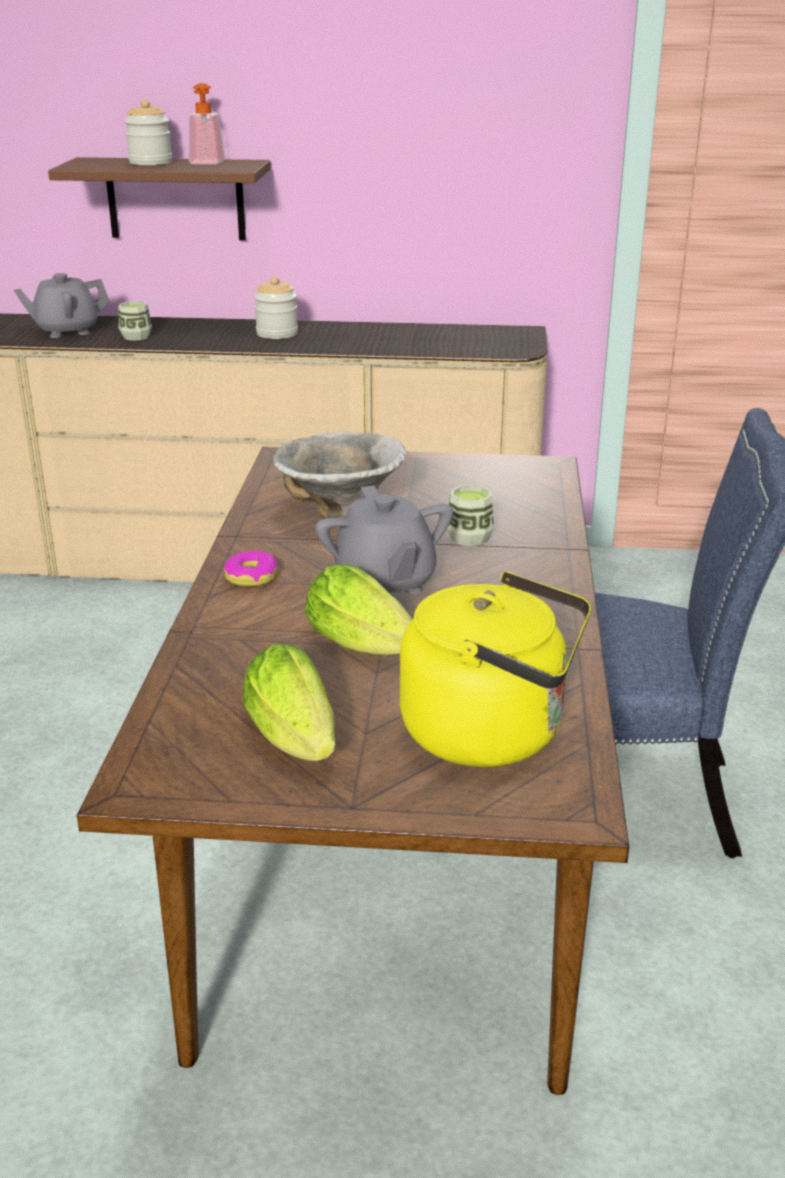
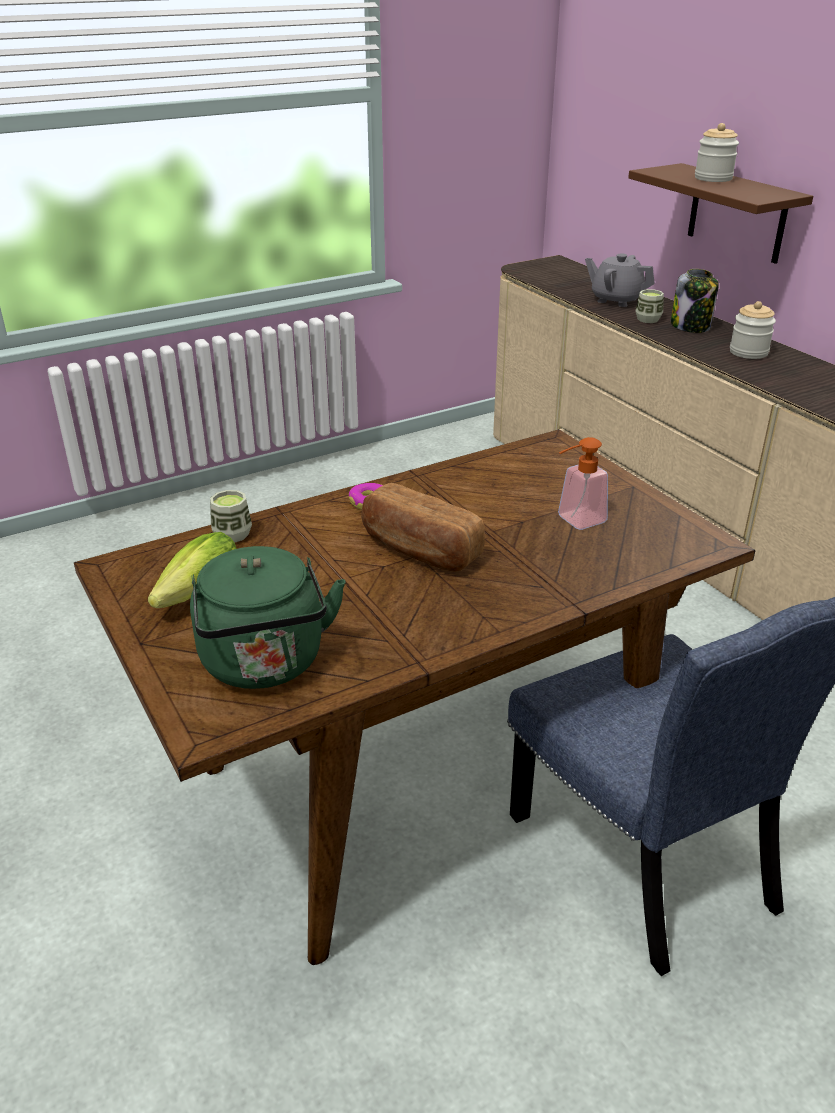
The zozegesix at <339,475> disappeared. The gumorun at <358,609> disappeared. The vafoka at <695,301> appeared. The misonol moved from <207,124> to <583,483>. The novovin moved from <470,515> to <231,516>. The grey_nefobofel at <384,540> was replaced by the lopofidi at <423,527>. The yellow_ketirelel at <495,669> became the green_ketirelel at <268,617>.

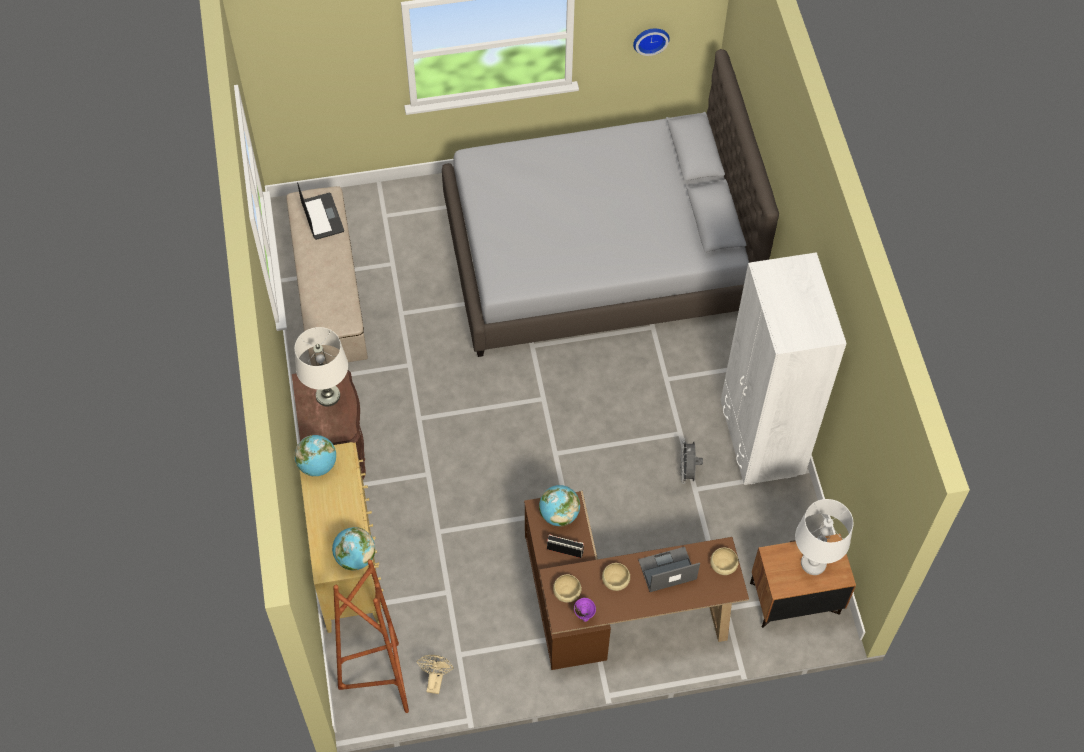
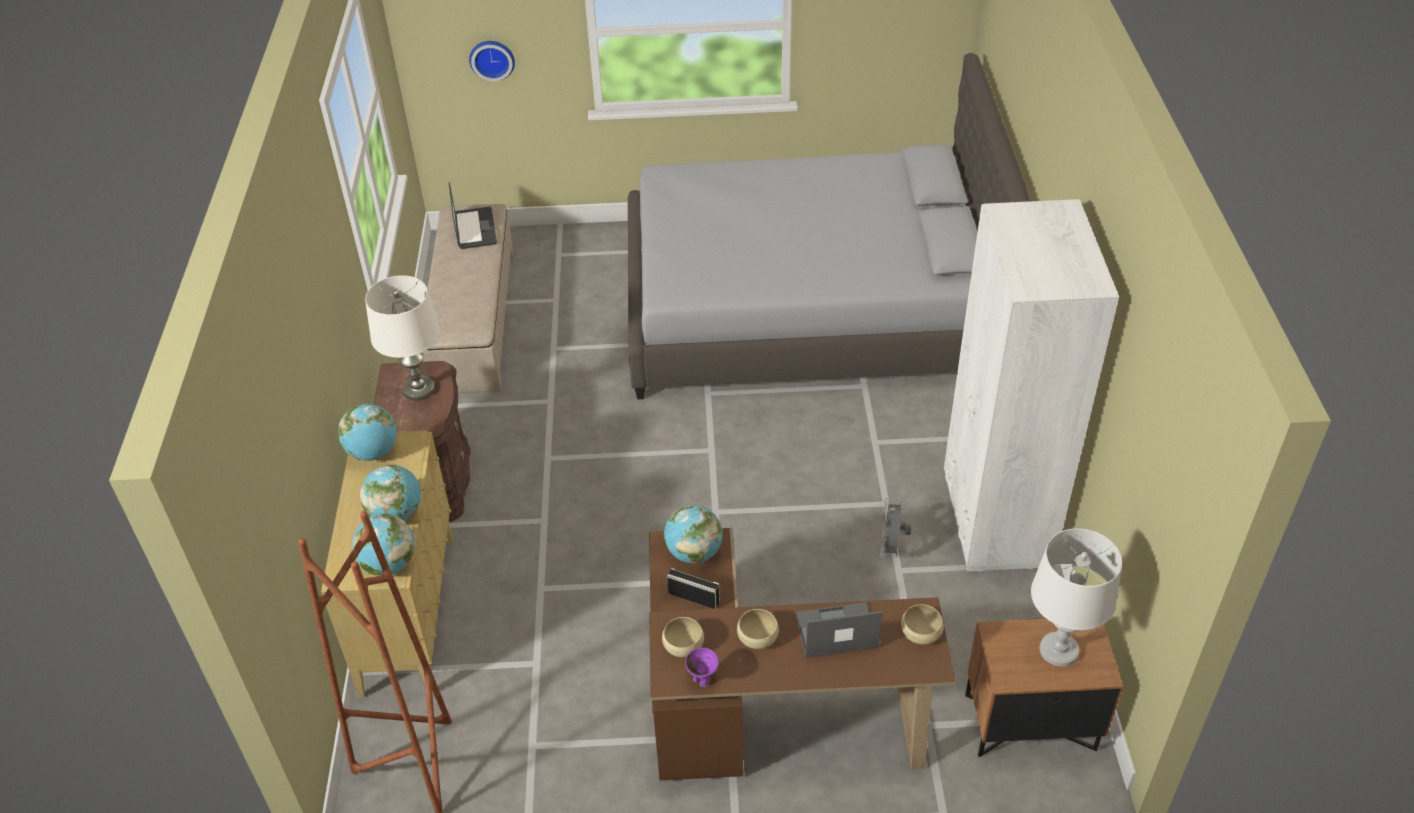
The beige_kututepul at <435,674> disappeared. The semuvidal at <390,492> appeared. The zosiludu moved from <651,42> to <492,61>.

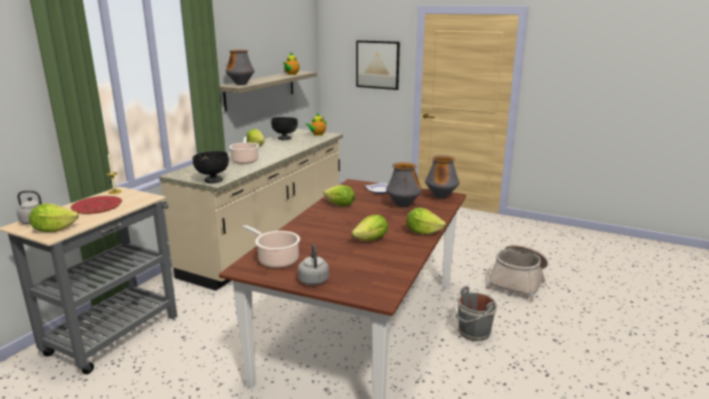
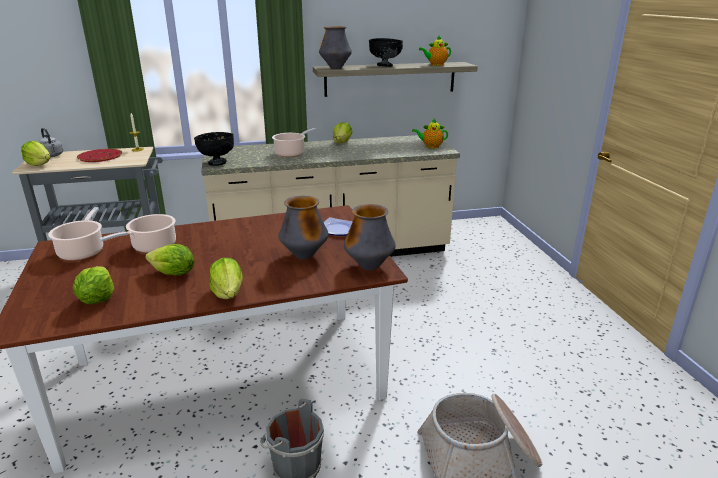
The grey_ketirelel at <313,264> disappeared. The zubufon at <378,65> disappeared. The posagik at <137,233> appeared. The black_zozegesix moved from <284,128> to <386,52>. The gumorun moved from <339,195> to <93,285>.

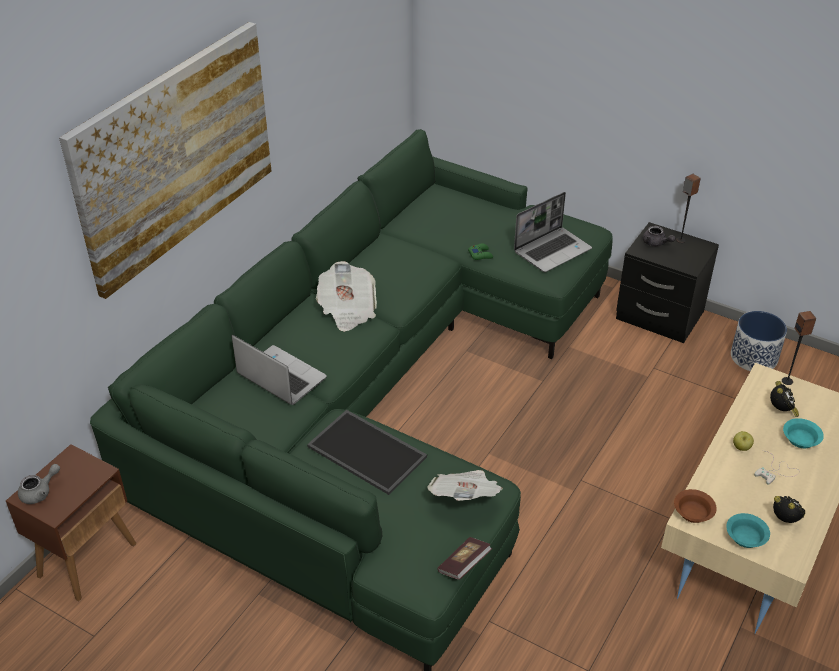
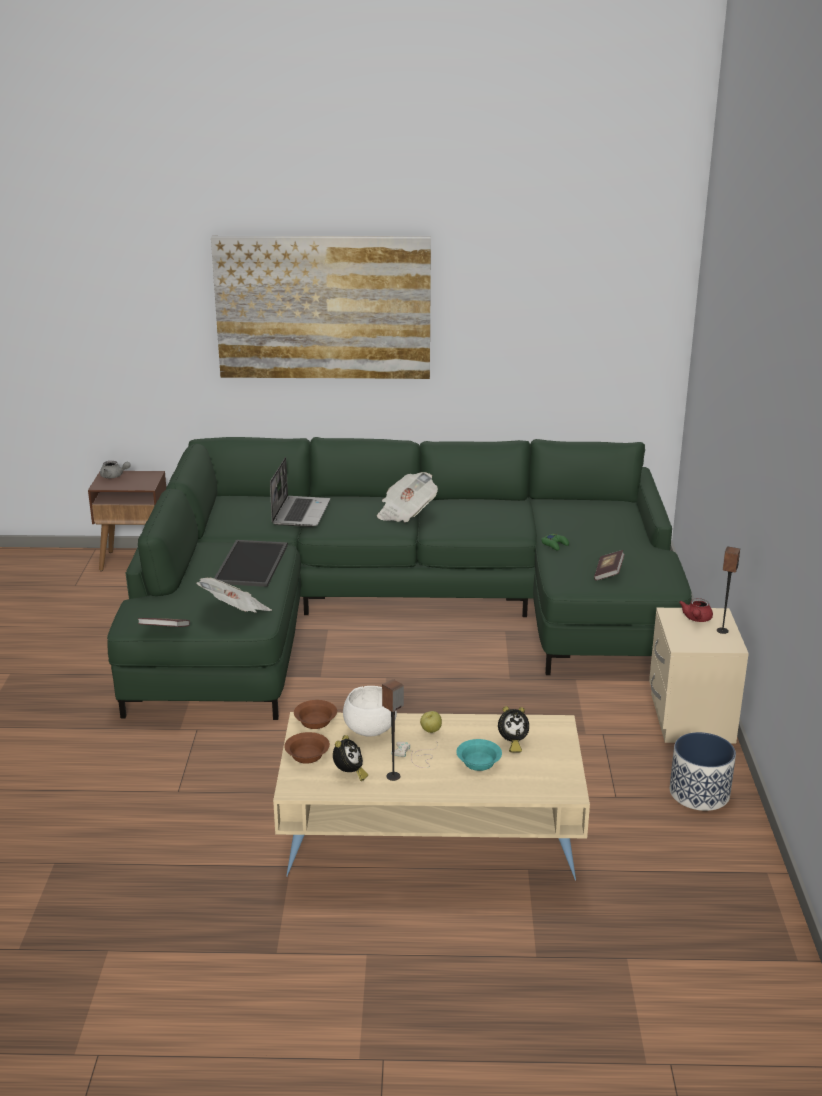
The white_zozegesix at <370,711> appeared. The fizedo moved from <799,348> to <393,730>. The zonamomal at <553,232> was replaced by the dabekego at <609,565>. The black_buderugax at <667,282> became the beige_buderugax at <699,676>. The grey_nefobofel at <659,236> became the red_nefobofel at <696,610>. The turquoise_zozegesix at <748,530> became the brown_zozegesix at <307,748>.

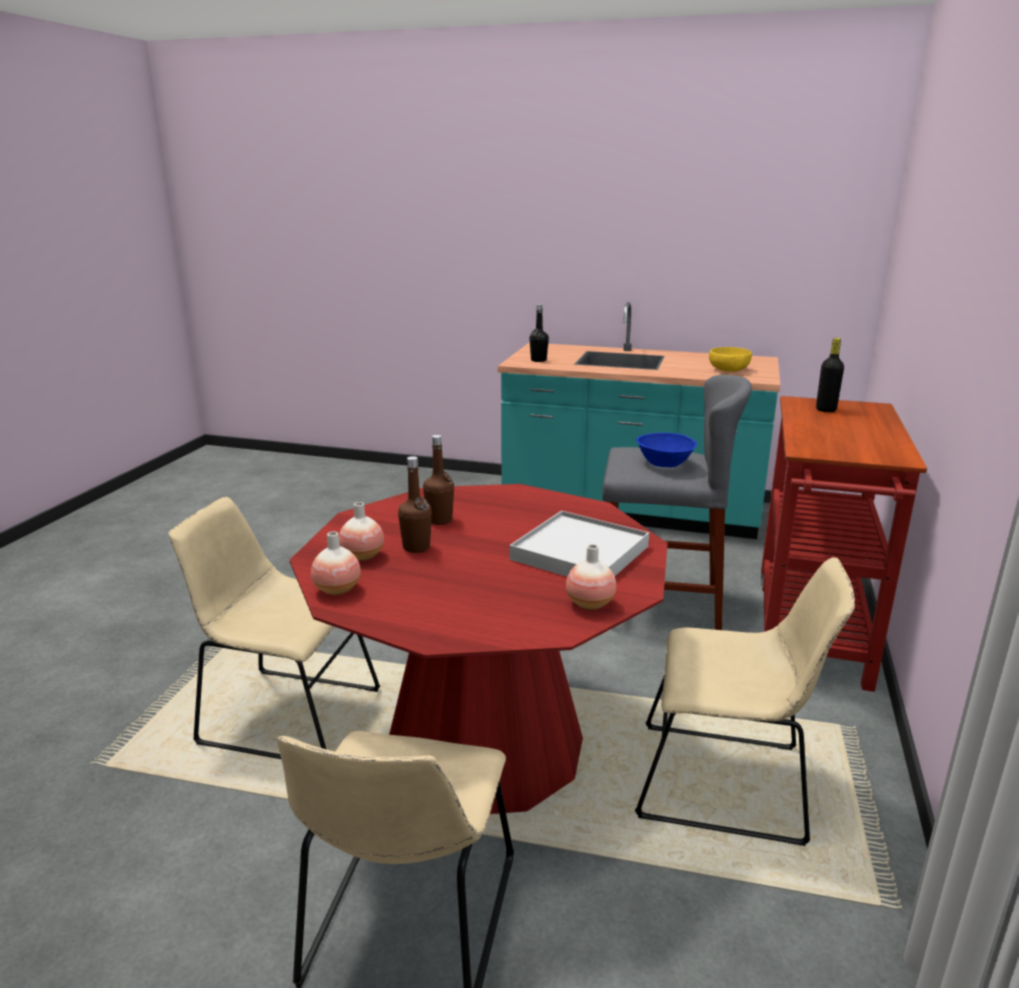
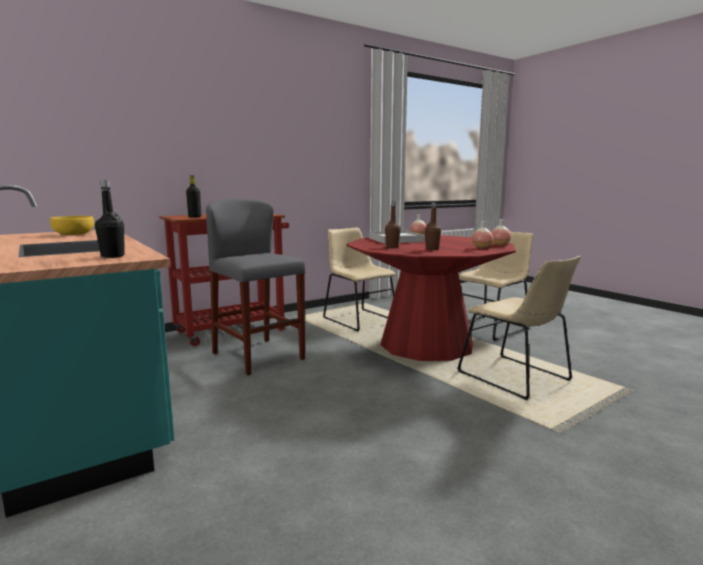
The blue_zozegesix at <666,450> disappeared. The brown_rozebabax moved from <415,504> to <393,225>.

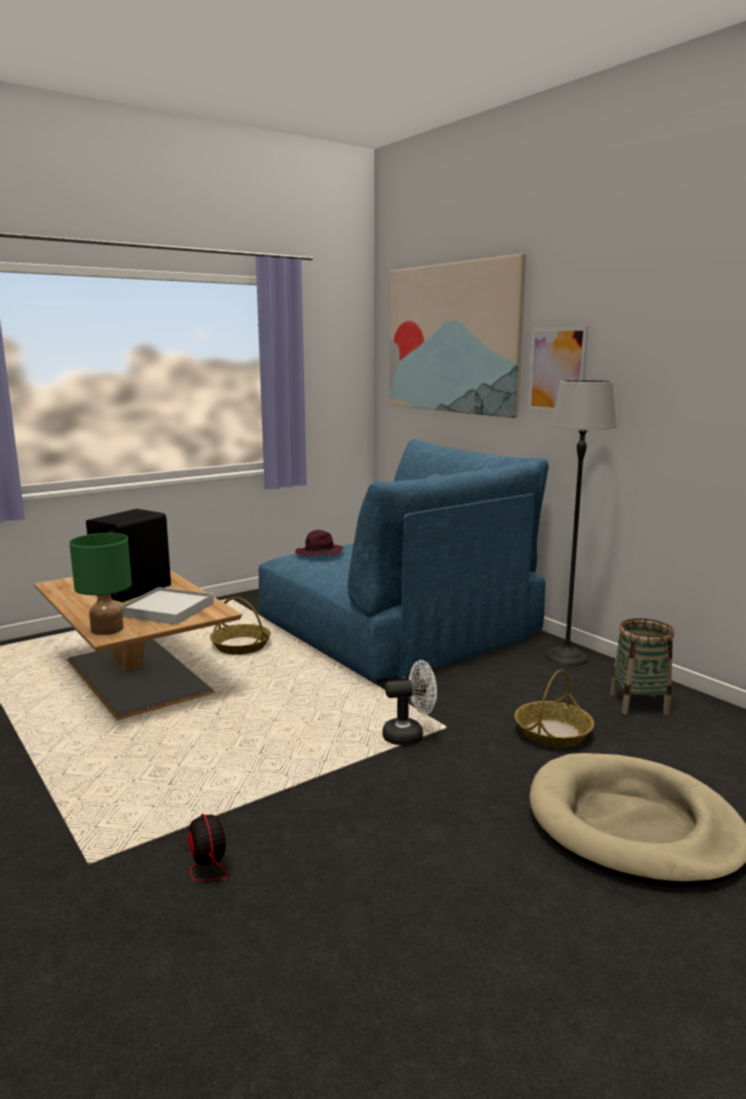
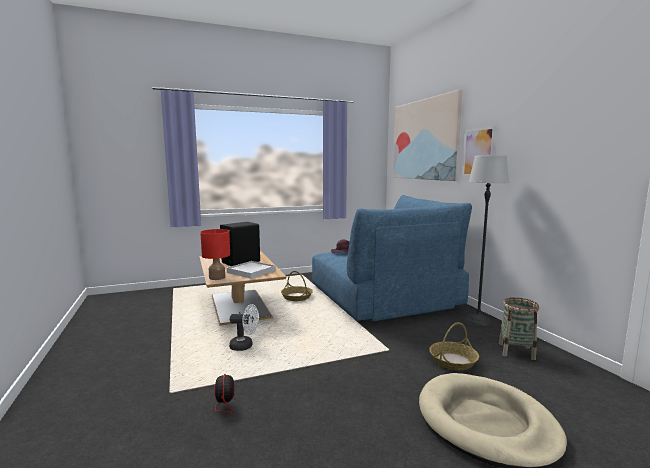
The white_kututepul moved from <409,703> to <244,327>. The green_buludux at <100,584> became the red_buludux at <215,254>.

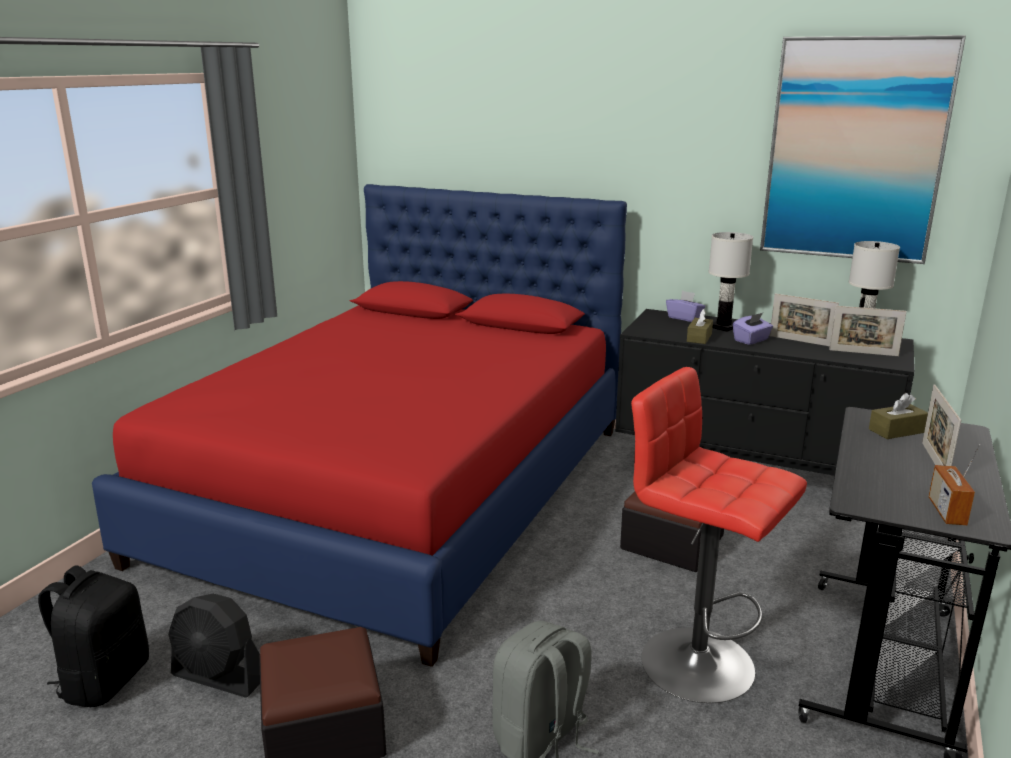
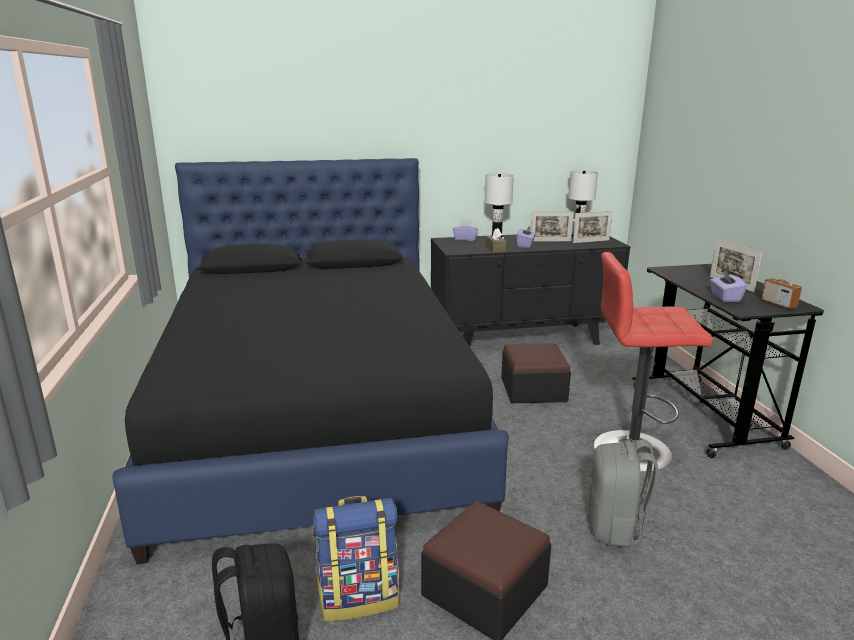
The zubufon at <863,149> disappeared. The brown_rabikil at <898,416> disappeared. The purple_rabikil at <728,285> appeared. The black_kututepul at <214,645> was replaced by the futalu at <356,558>. The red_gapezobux at <359,425> became the black_gapezobux at <310,361>.

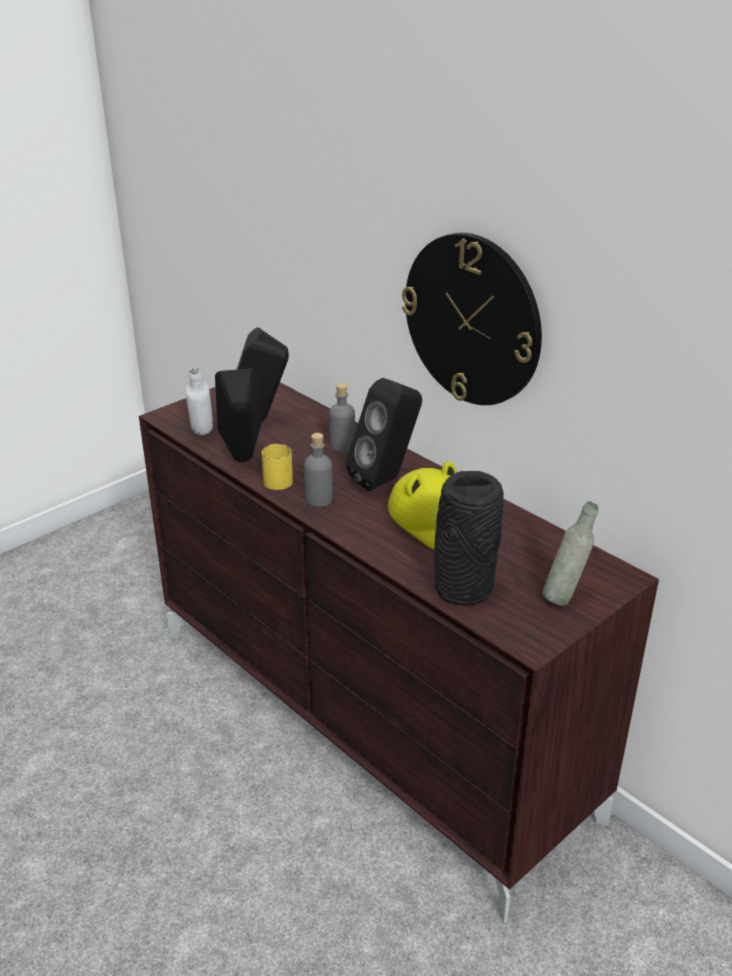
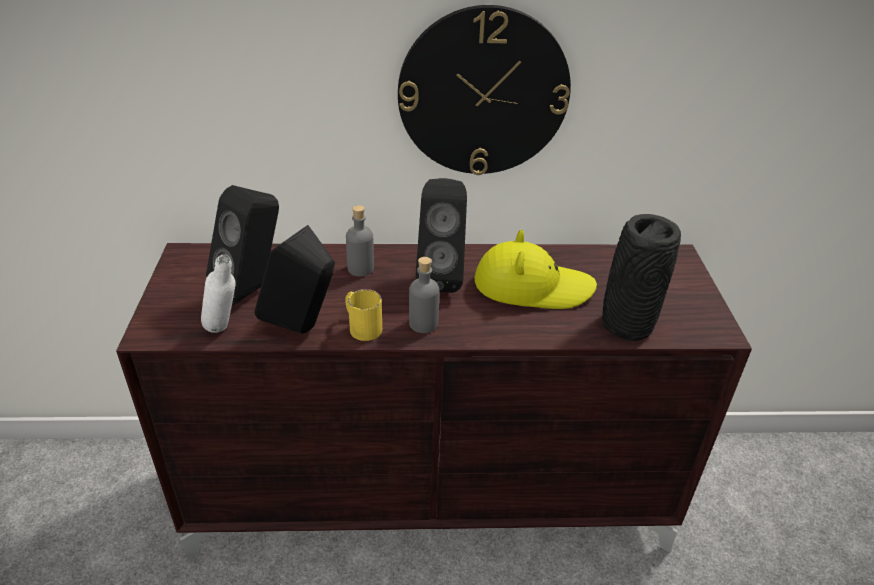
The grey_rozebabax at <570,553> disappeared.

